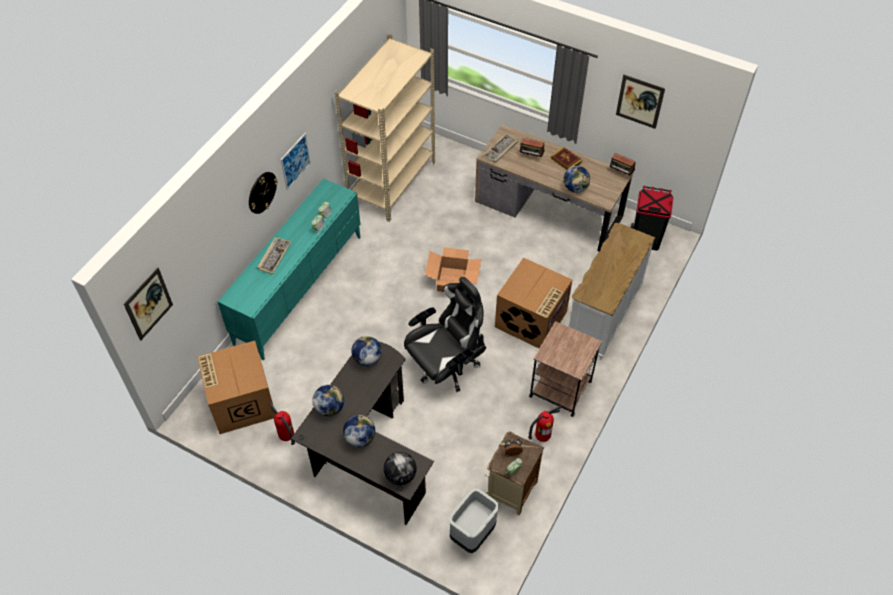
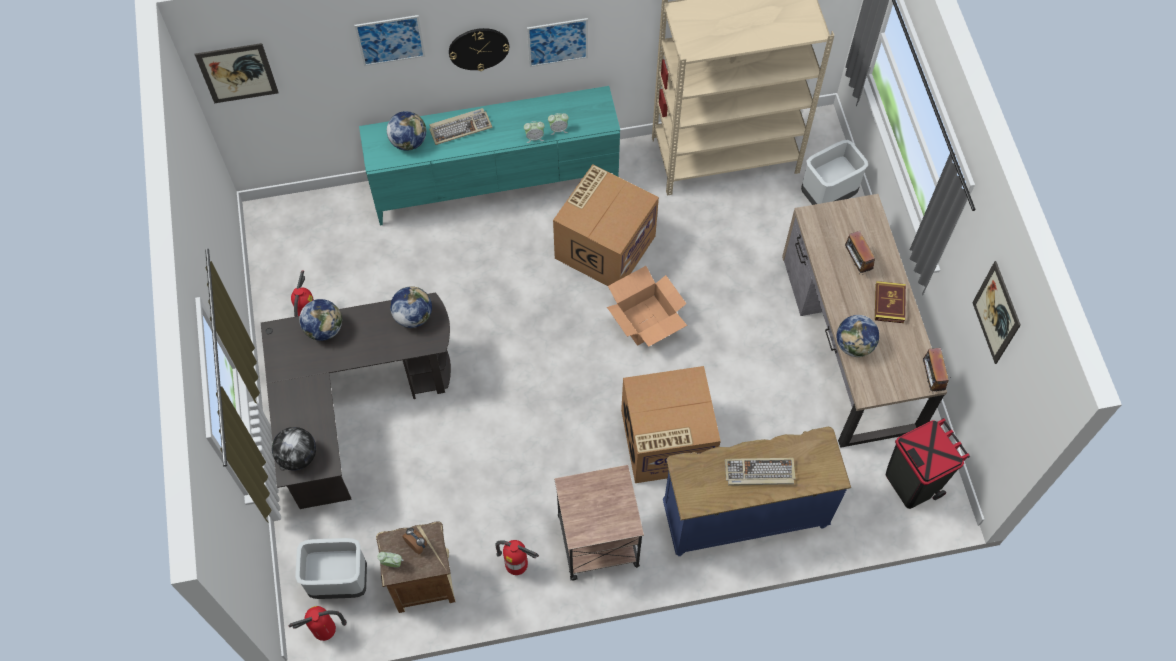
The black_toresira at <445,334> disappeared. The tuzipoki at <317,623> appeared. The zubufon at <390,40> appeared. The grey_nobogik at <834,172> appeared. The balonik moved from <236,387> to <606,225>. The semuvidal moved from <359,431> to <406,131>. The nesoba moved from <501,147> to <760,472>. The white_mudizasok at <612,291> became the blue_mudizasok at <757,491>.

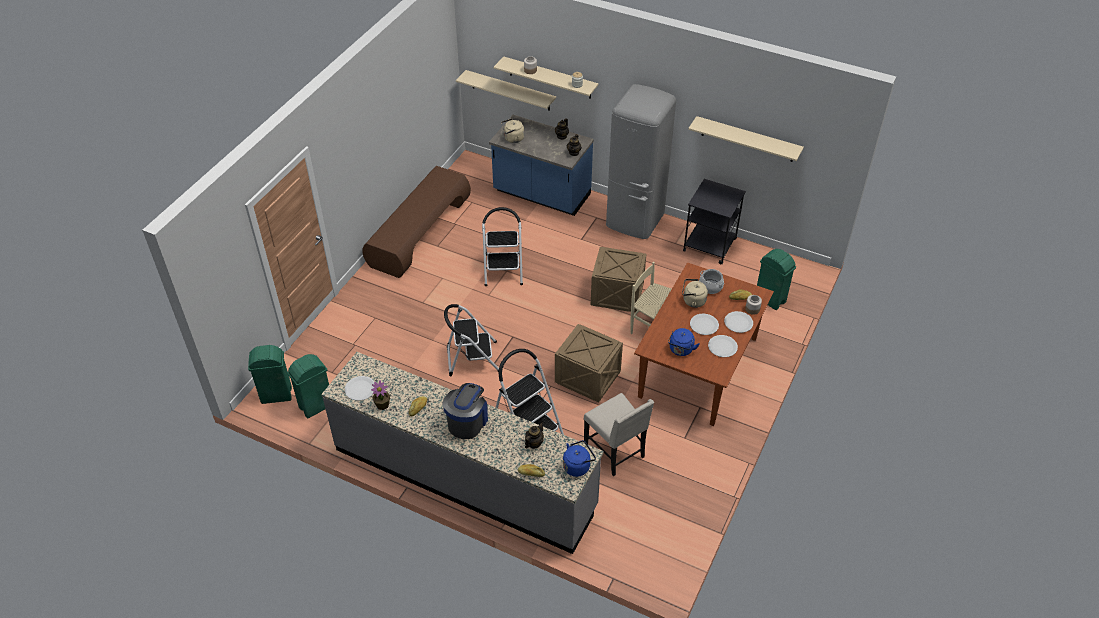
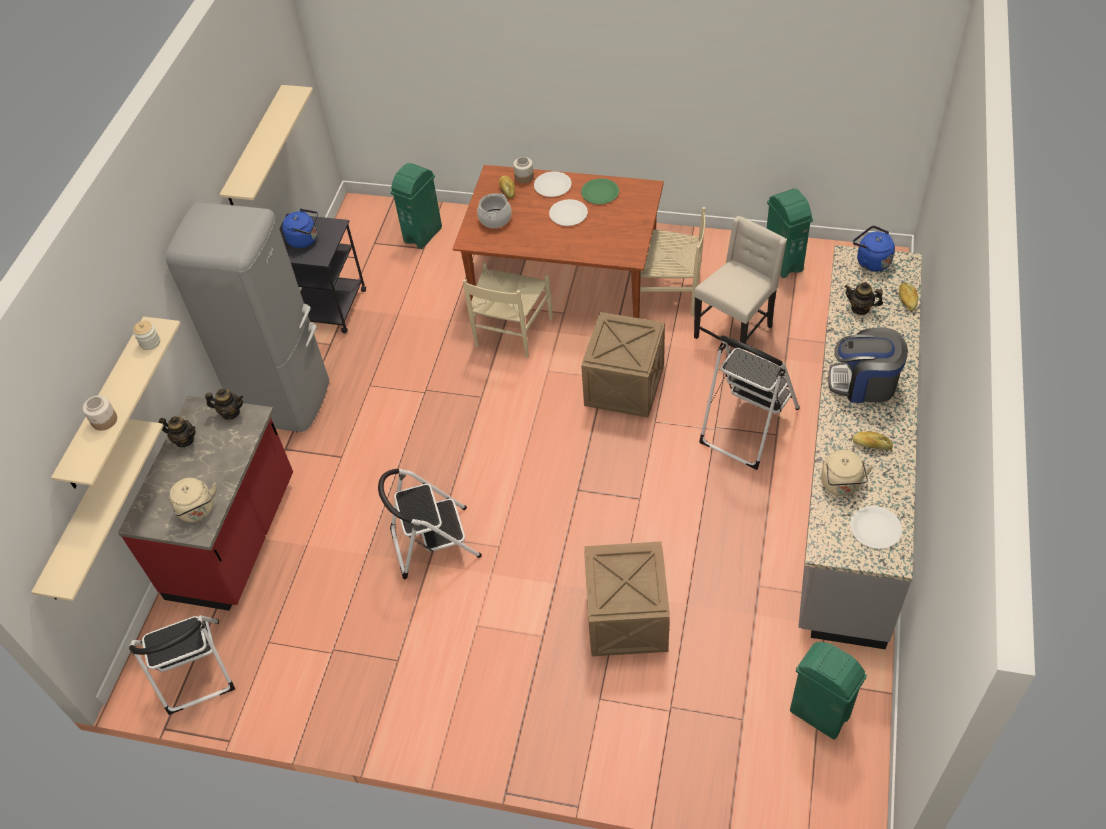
The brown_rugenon at <416,222> disappeared. The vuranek at <380,395> disappeared. The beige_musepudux at <672,261> appeared. The green_nobogik moved from <270,374> to <790,233>. The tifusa moved from <471,340> to <182,665>. The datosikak moved from <618,279> to <627,599>. The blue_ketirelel moved from <684,342> to <300,228>. The beige_ketirelel moved from <695,293> to <847,473>. The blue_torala at <541,165> became the red_torala at <205,503>. The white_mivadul at <723,346> became the green_mivadul at <600,191>.

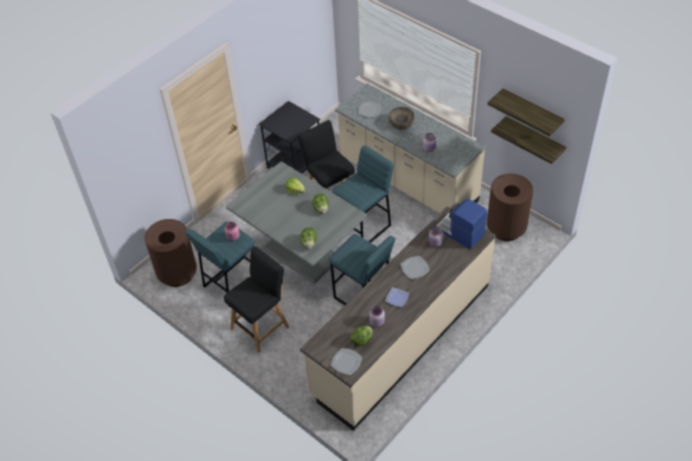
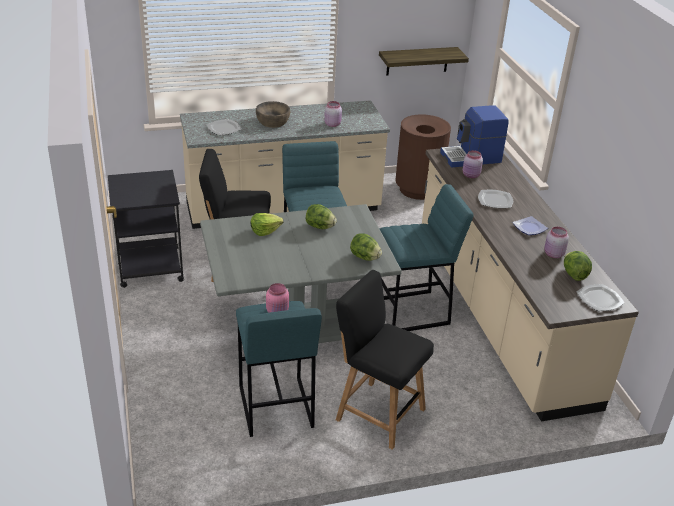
The brown_nobogik at <170,253> disappeared. The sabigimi at <526,112> disappeared. The black_musepudux at <256,299> turned 45 degrees counterclockwise.

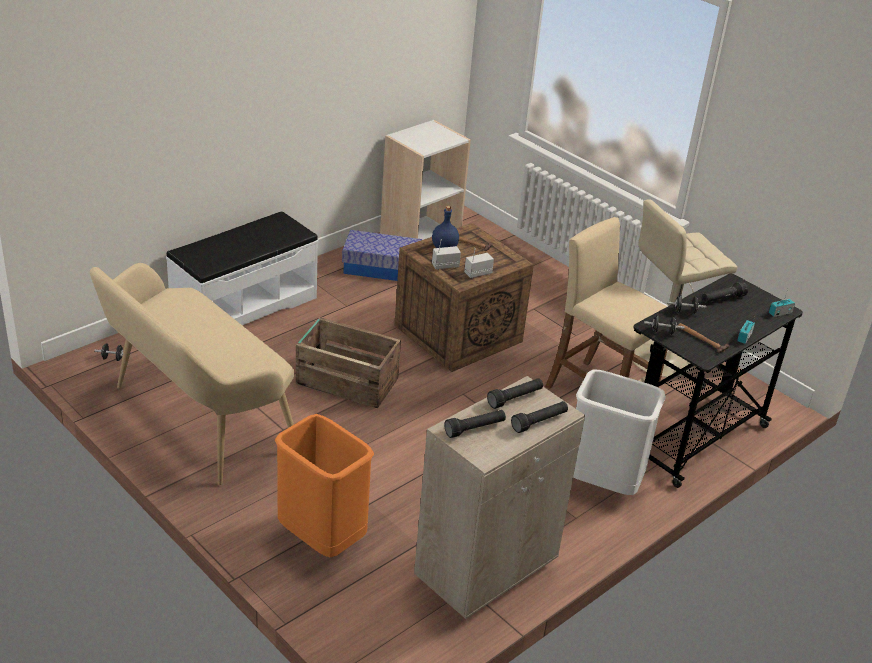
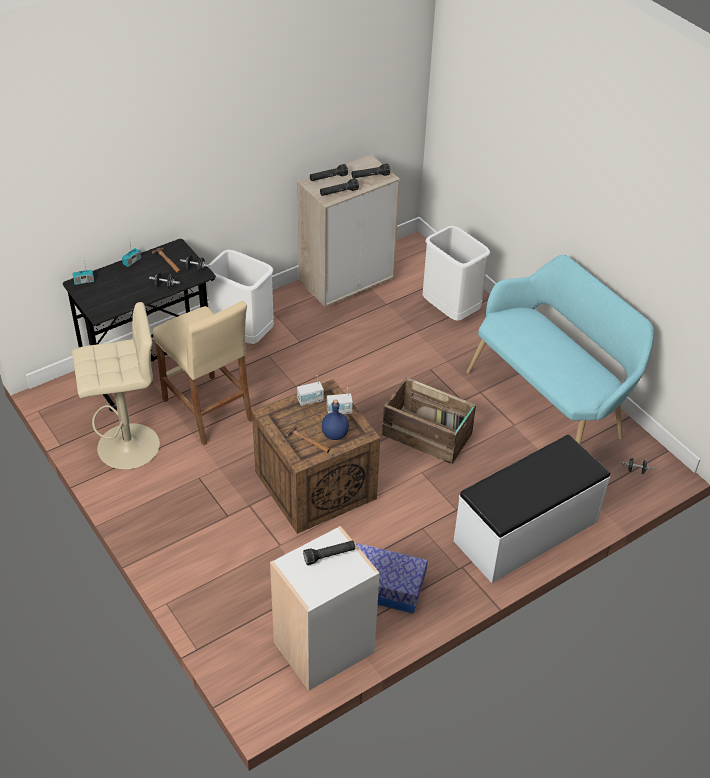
The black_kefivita moved from <725,292> to <329,552>. The beige_rugenon at <192,374> became the turquoise_rugenon at <560,350>. The orange_nobogik at <324,485> became the white_nobogik at <456,273>.

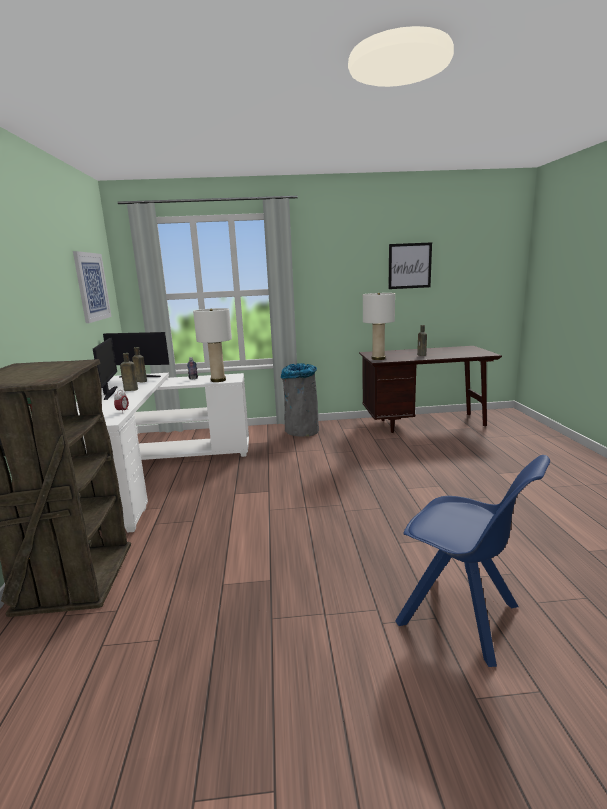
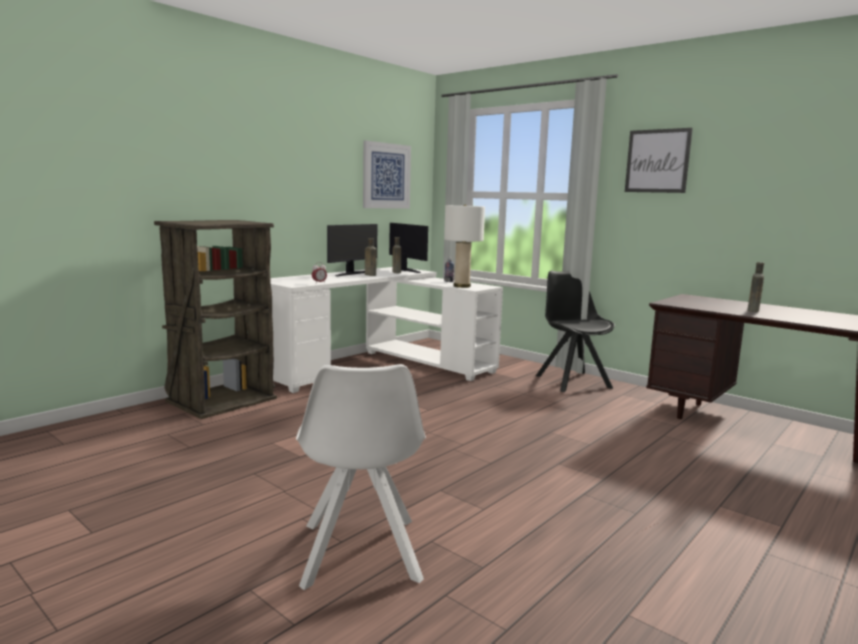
The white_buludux at <379,326> disappeared. The zubufon moved from <410,265> to <659,160>. The grey_nobogik at <300,400> was replaced by the black_musepudux at <575,331>. The blue_musepudux at <472,561> became the white_musepudux at <361,477>.

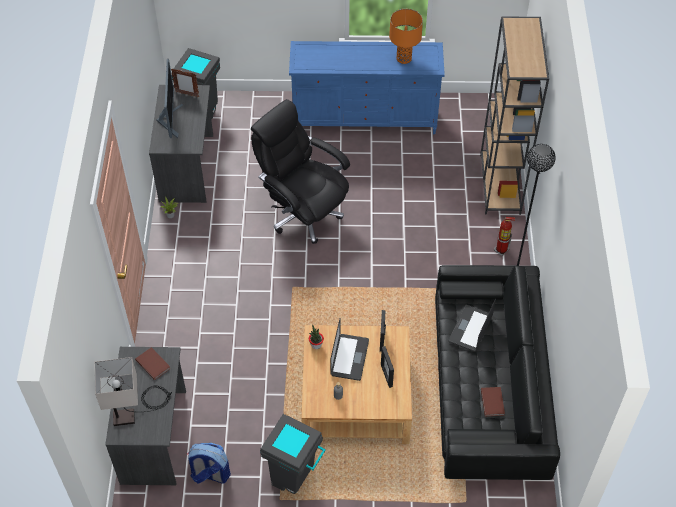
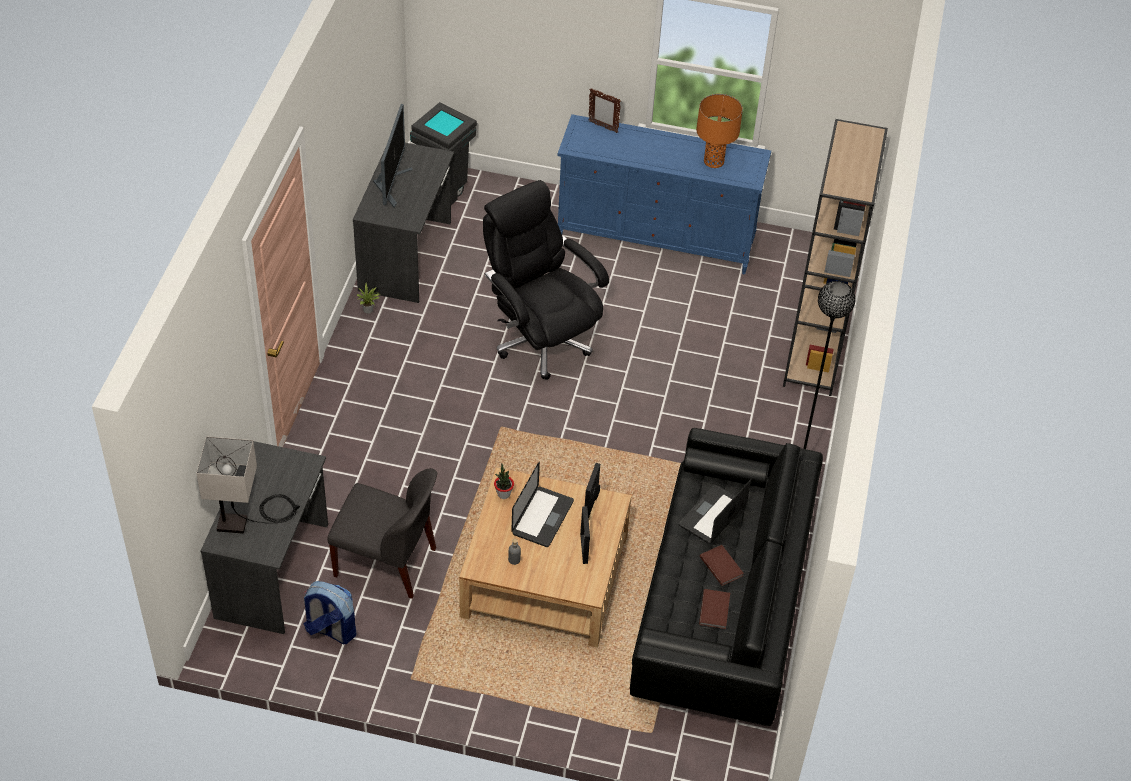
The grey_nobogik at <293,454> disappeared. The tuzipoki at <504,236> disappeared. The grey_musepudux at <382,533> appeared. The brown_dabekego moved from <153,363> to <722,565>. The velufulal moved from <185,82> to <605,110>.

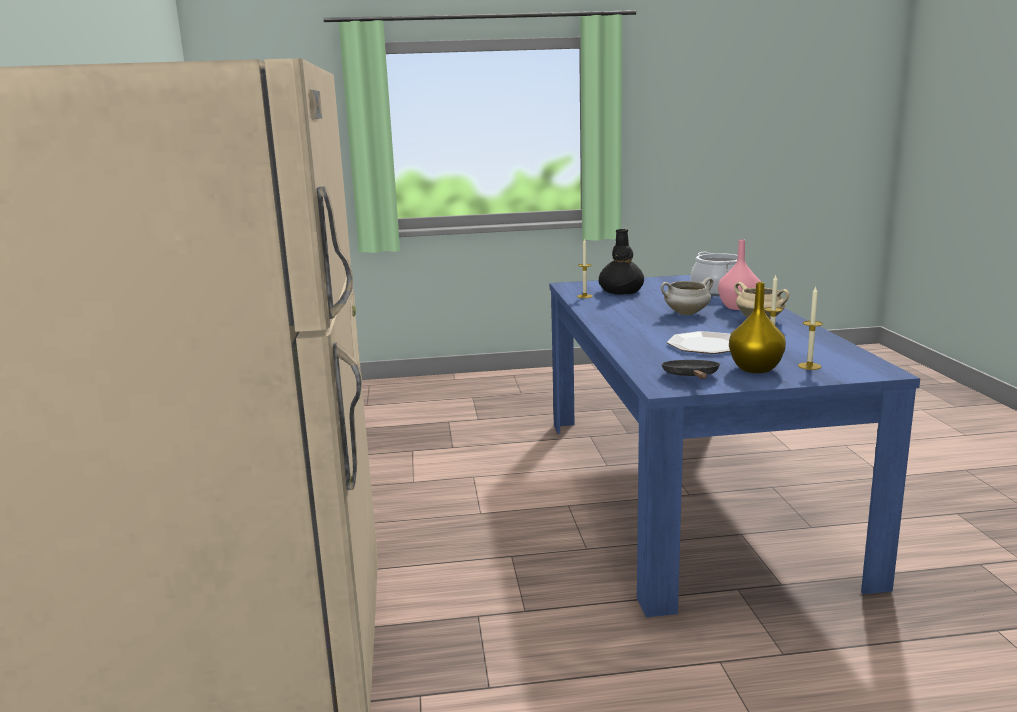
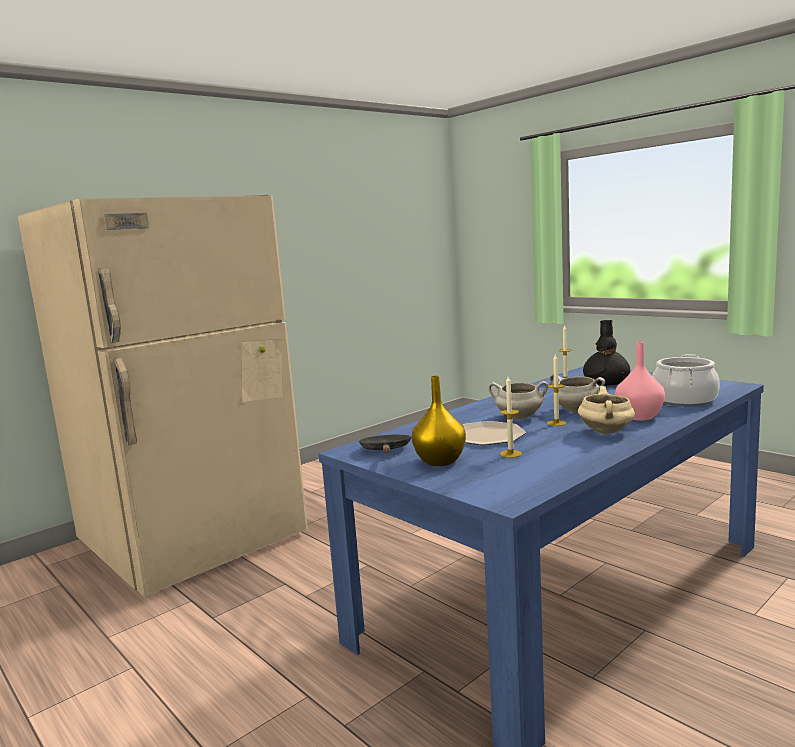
The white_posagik at <518,400> appeared. The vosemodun moved from <810,328> to <556,390>. The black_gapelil at <690,369> turned 60 degrees counterclockwise.

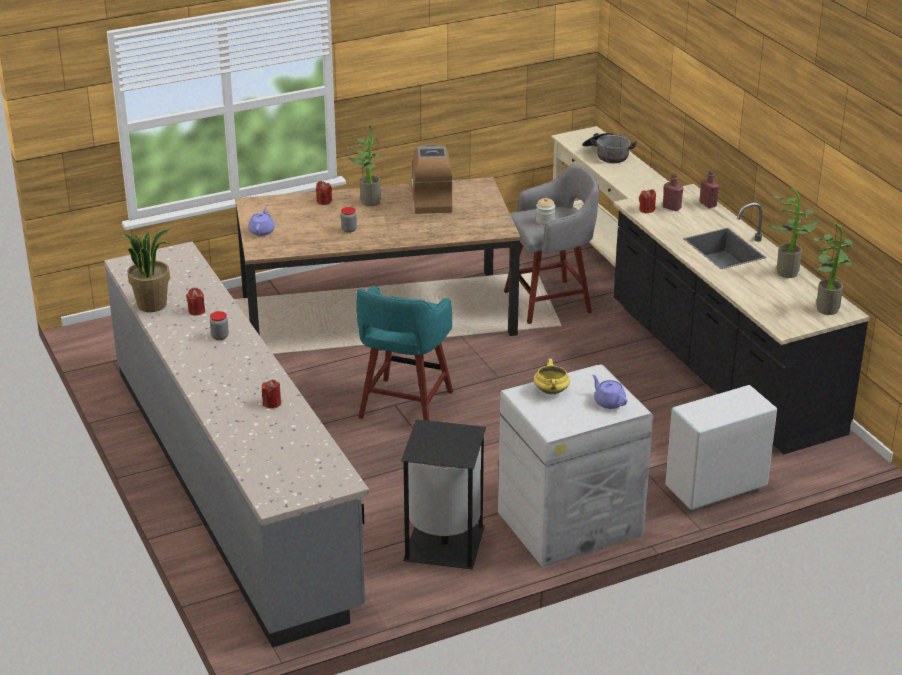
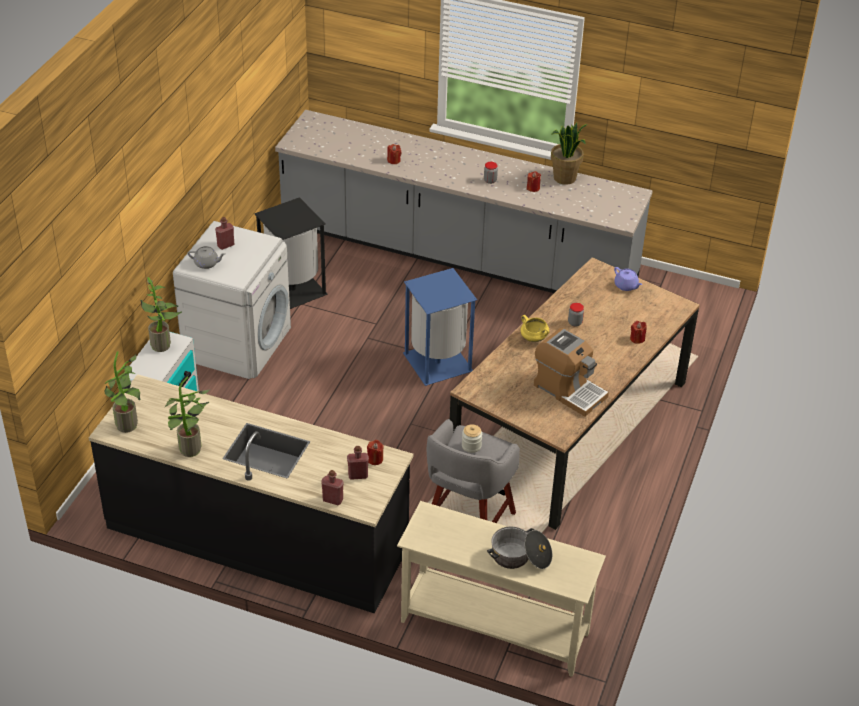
The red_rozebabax at <224,233> appeared. The vuranek moved from <366,165> to <161,314>. The yellow_posagik moved from <552,376> to <535,328>. The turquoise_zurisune at <404,353> was replaced by the blue_nobogik at <440,327>. The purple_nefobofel at <609,392> became the grey_nefobofel at <206,257>.

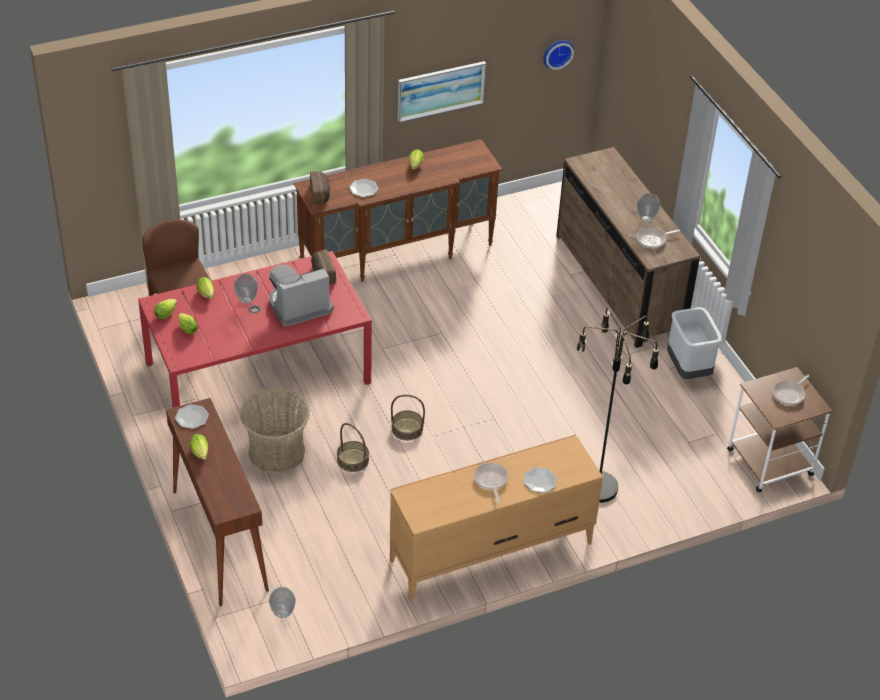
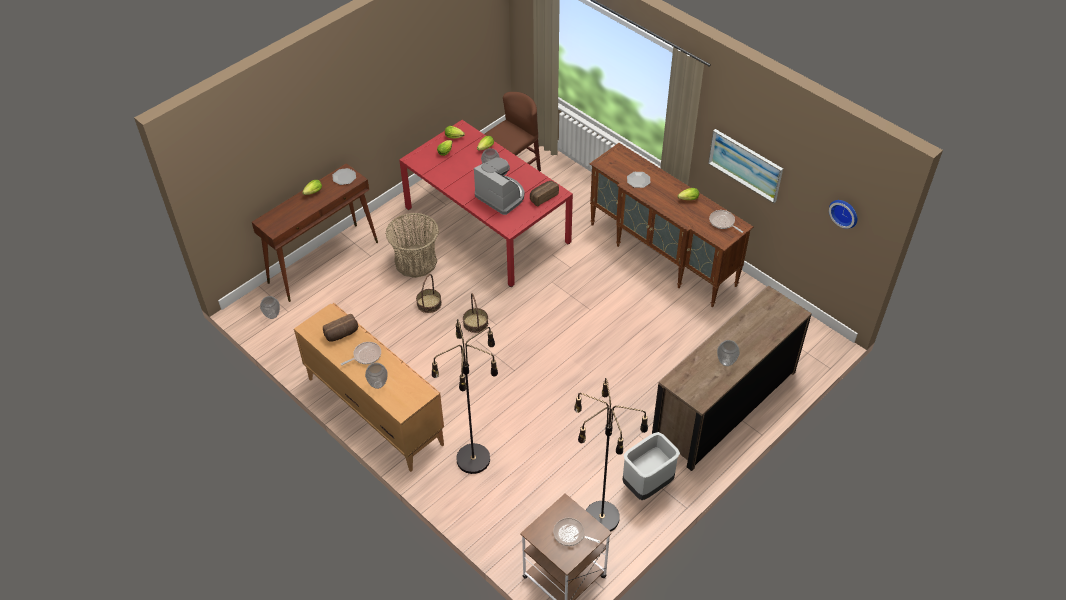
The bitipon at <611,454> appeared. The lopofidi moved from <320,187> to <340,328>. The gapelil moved from <658,238> to <726,221>. The mivadul at <540,480> was replaced by the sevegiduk at <376,376>.

